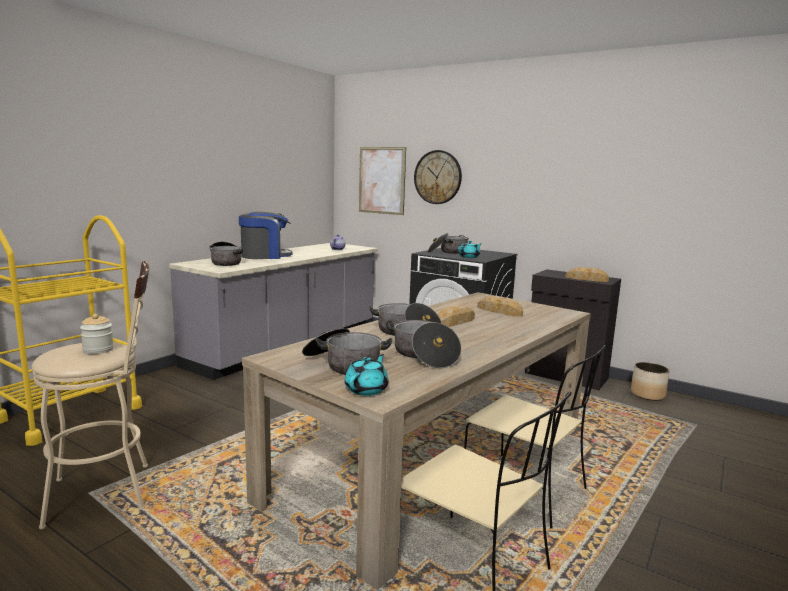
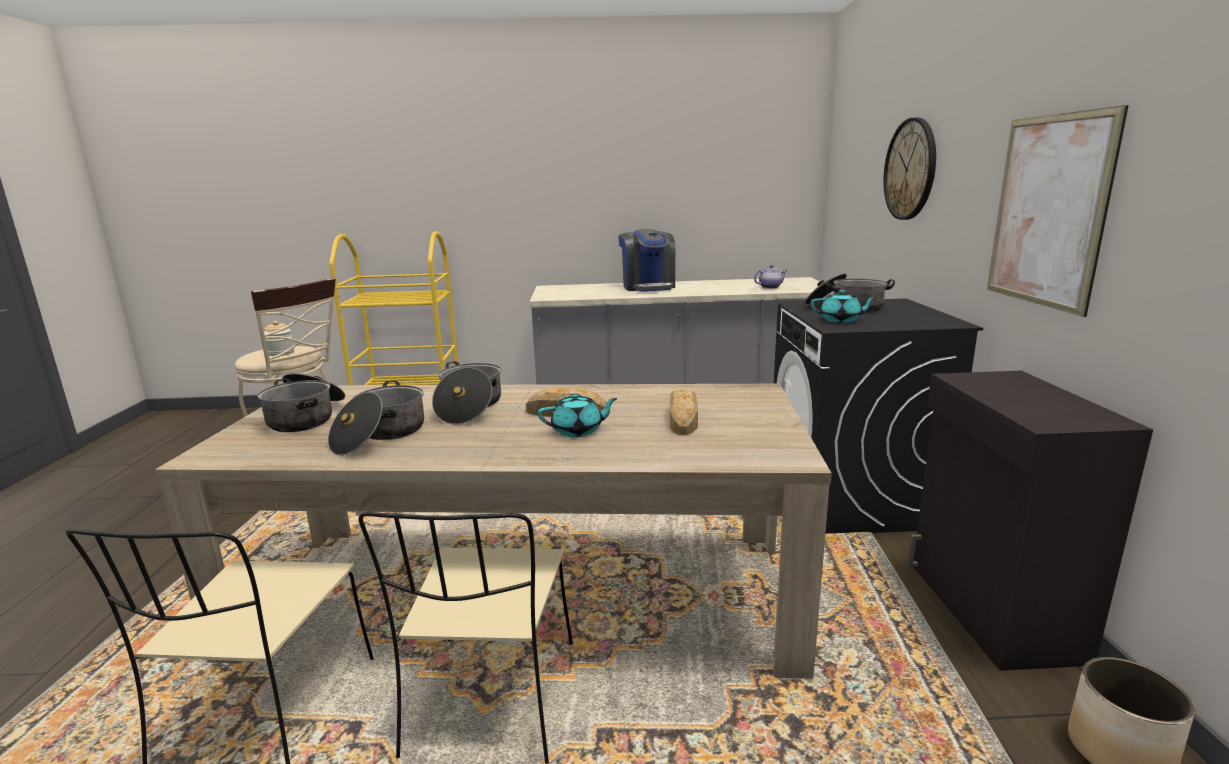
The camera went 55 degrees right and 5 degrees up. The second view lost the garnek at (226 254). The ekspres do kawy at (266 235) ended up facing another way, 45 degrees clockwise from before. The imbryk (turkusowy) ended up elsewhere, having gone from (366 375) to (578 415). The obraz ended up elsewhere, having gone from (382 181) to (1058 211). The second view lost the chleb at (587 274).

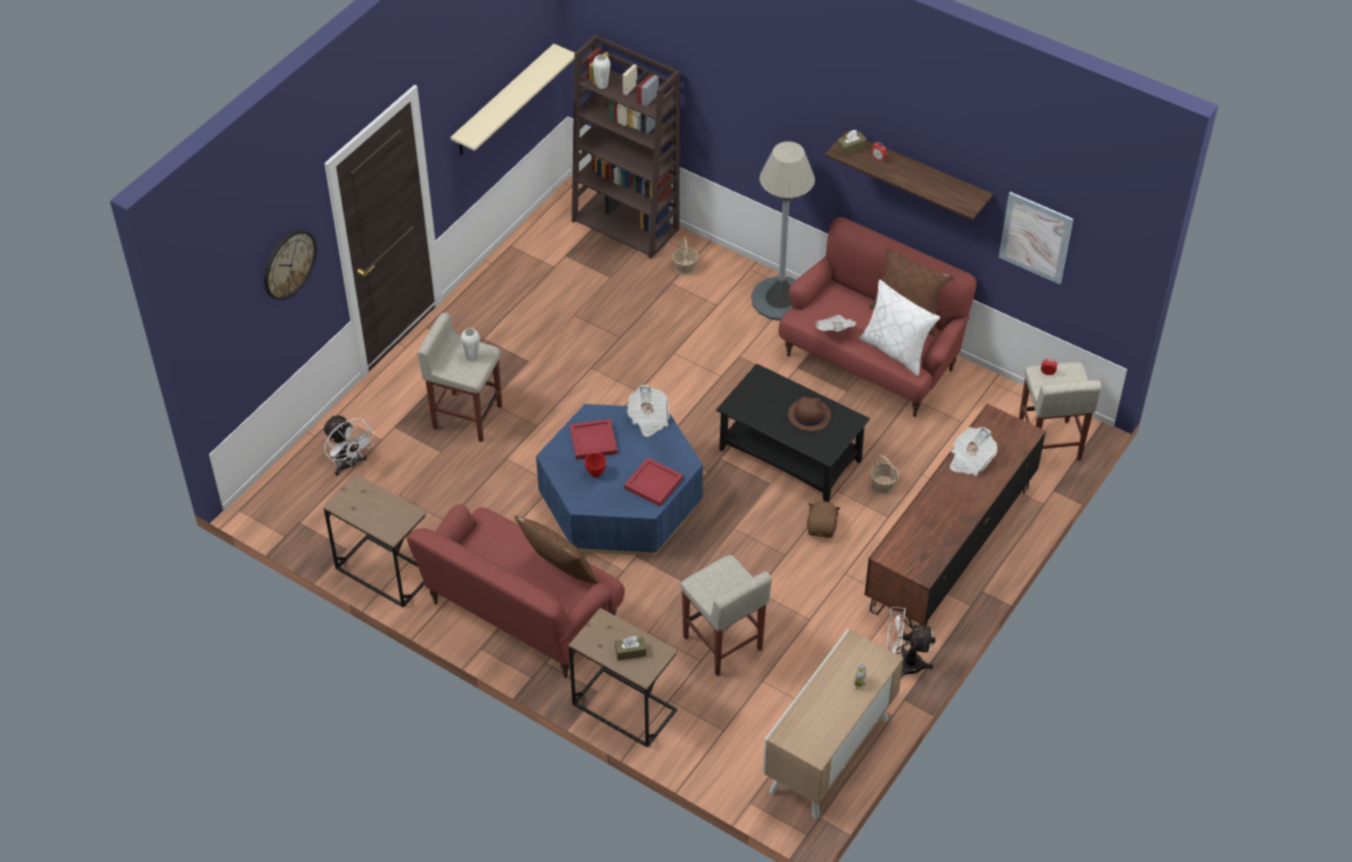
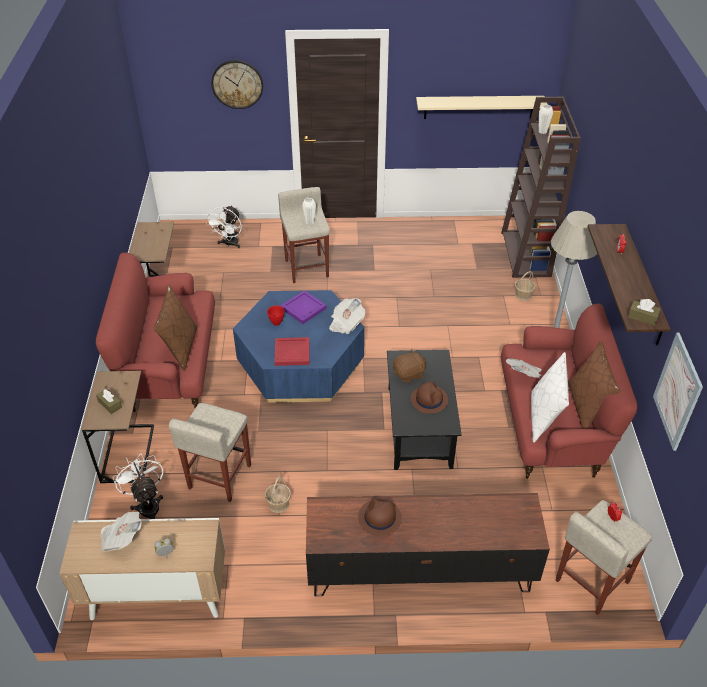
The camera went 55 degrees right and 5 degrees down. What was the taca (czerwony) at (594 439) turned into the taca (fioletowy) at (304 307). The pluszak (brązowy) ended up elsewhere, having gone from (824 519) to (410 366). The pudełko chusteczek (brązowy) ended up elsewhere, having gone from (852 143) to (644 312). The koszyk ended up elsewhere, having gone from (884 475) to (278 494). The wentylator (biały) ended up elsewhere, having gone from (911 642) to (138 486). The gazeta ended up elsewhere, having gone from (973 451) to (121 531). The second view gained the kapelusz (brązowy) at (380 517).

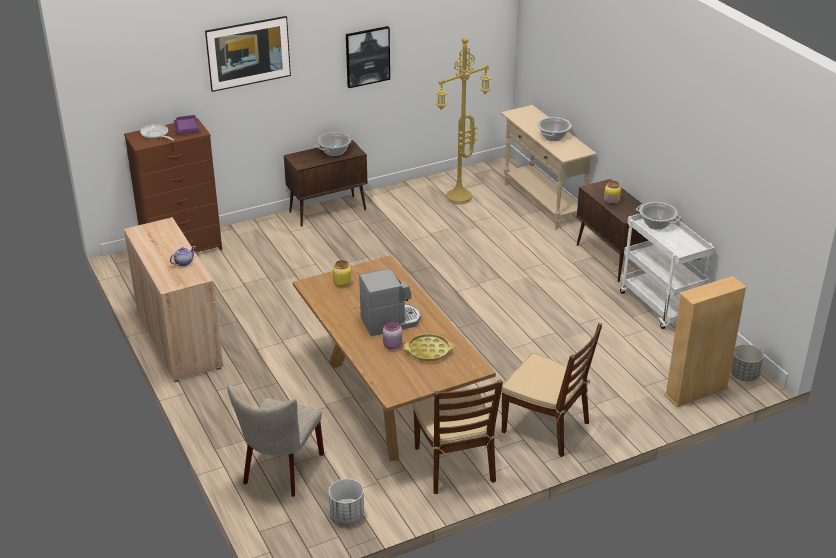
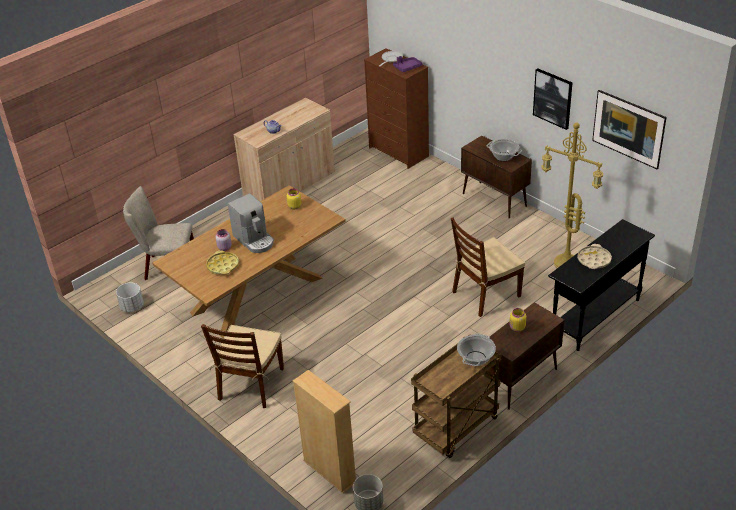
The camera went 75 degrees right and 5 degrees up. The obraz ended up elsewhere, having gone from (248 54) to (629 129). The krzesło (brązowy) ended up elsewhere, having gone from (457 436) to (488 267). What was the stolik konsolowy (beżowy) at (549 167) turned into the stolik konsolowy (czarny) at (601 285). Where the garnek stood at (554 129), the taca (beżowy) came to stand at (594 256). What was the wózek (biały) at (667 271) turned into the wózek (brązowy) at (456 396).

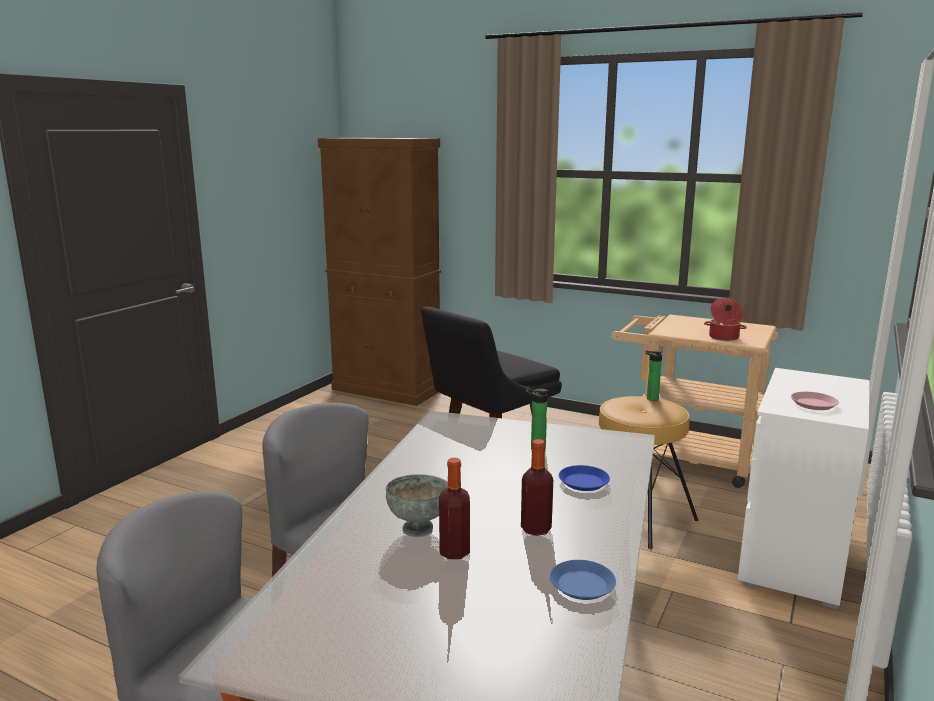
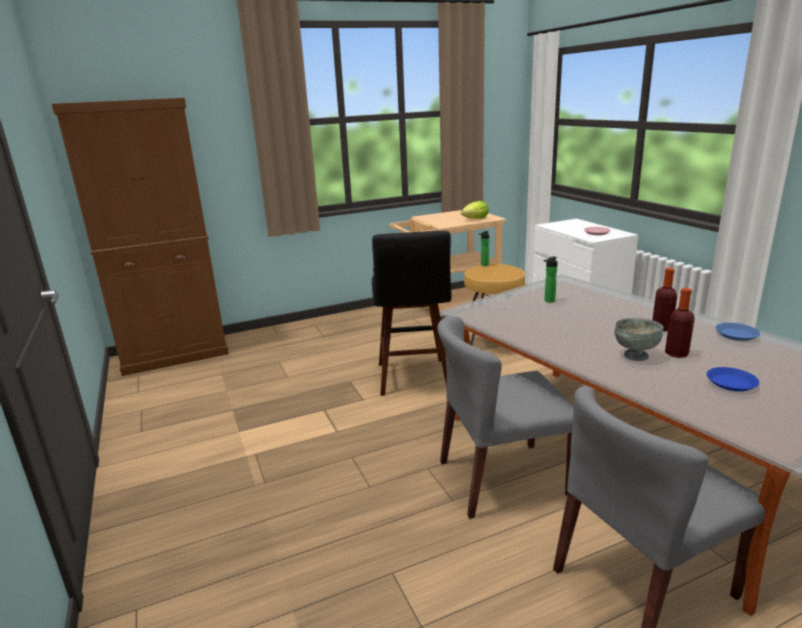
The camera went 50 degrees left and 5 degrees up. The talerz (niebieski) ended up elsewhere, having gone from (584 478) to (733 379). Where the garnek stood at (725 319), the sałata came to stand at (475 210).

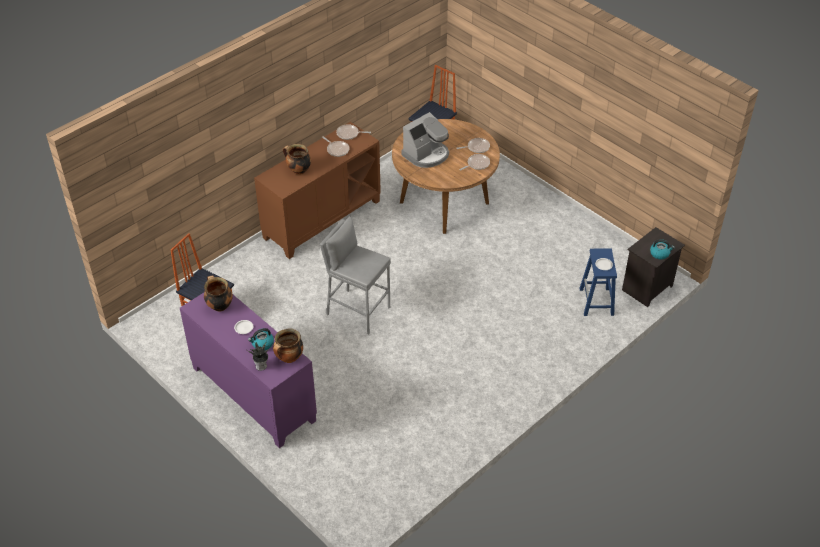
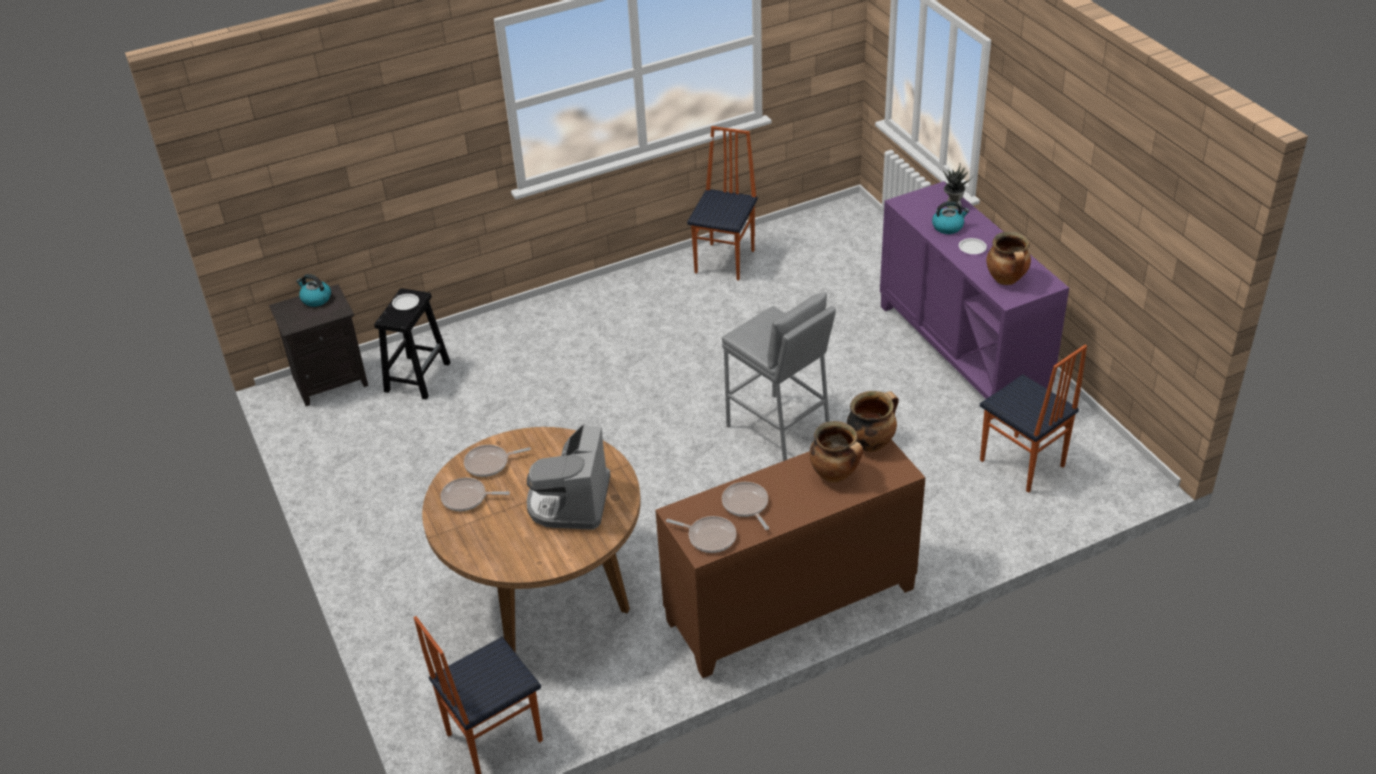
The camera went 160 degrees left and 5 degrees down. The garnek ended up elsewhere, having gone from (288 345) to (873 421). The ekspres do kawy at (425 140) ended up facing another way, 60 degrees counterclockwise from before. What was the stołek (niebieski) at (598 282) turned into the stołek (czarny) at (412 344). The second view gained the krzesło at (722 203).

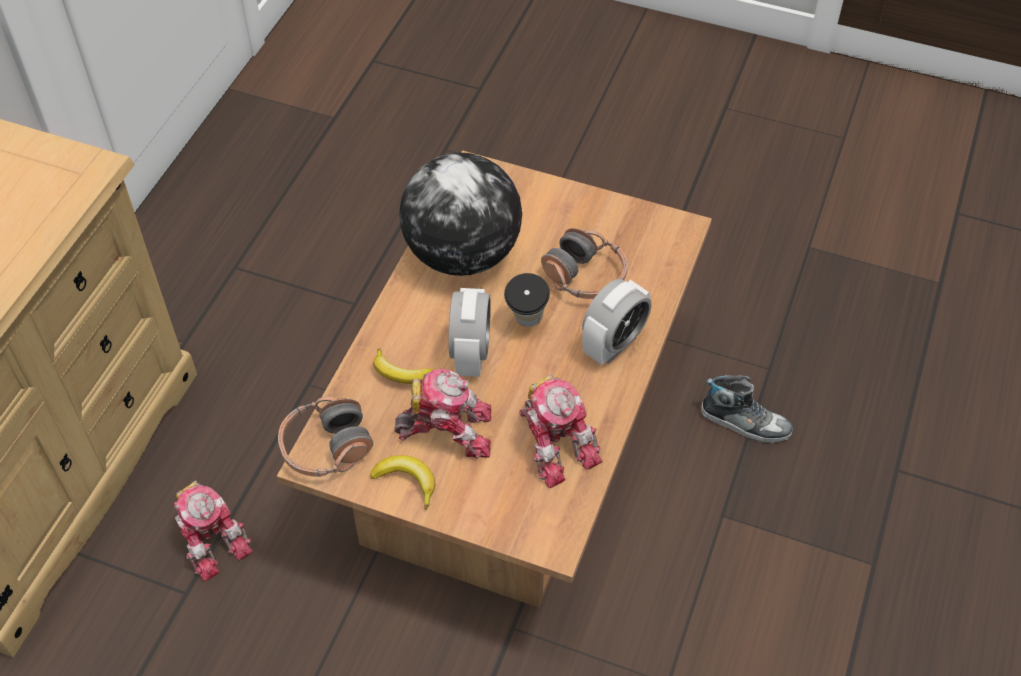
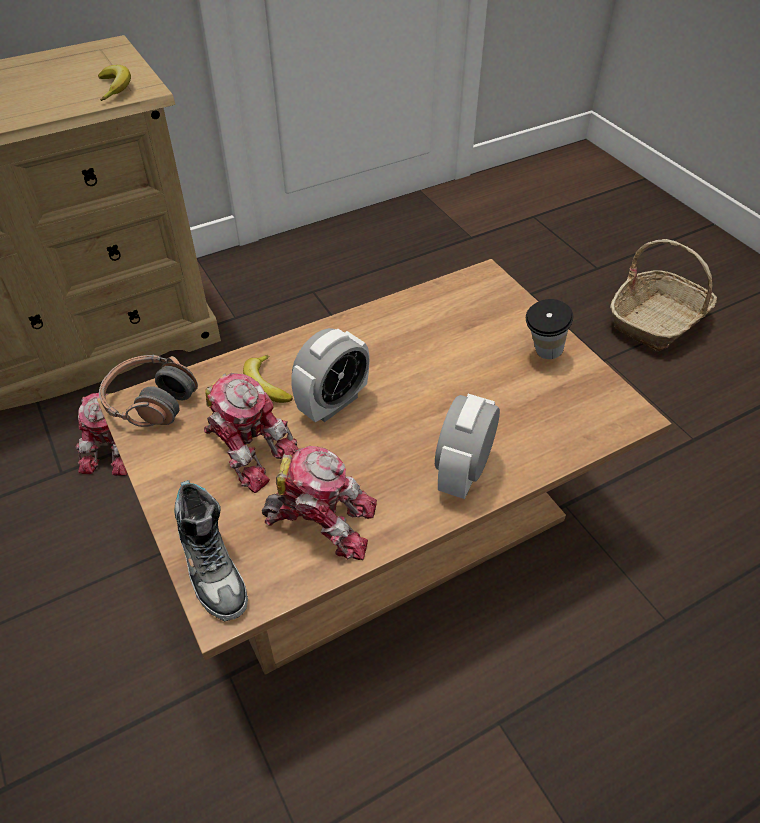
The camera went 40 degrees right and 5 degrees down. The banan ended up elsewhere, having gone from (402 482) to (114 83). The second view lost the globus at (461 214). The filiżanka ended up elsewhere, having gone from (527 300) to (549 329). The robot zabawkowy at (561 431) ended up facing another way, 90 degrees counterclockwise from before. The second view lost the słuchawki at (584 263). The budzik at (616 322) ended up facing another way, 120 degrees clockwise from before. The but ended up elsewhere, having gone from (747 409) to (211 550). The second view gained the koszyk at (663 295).

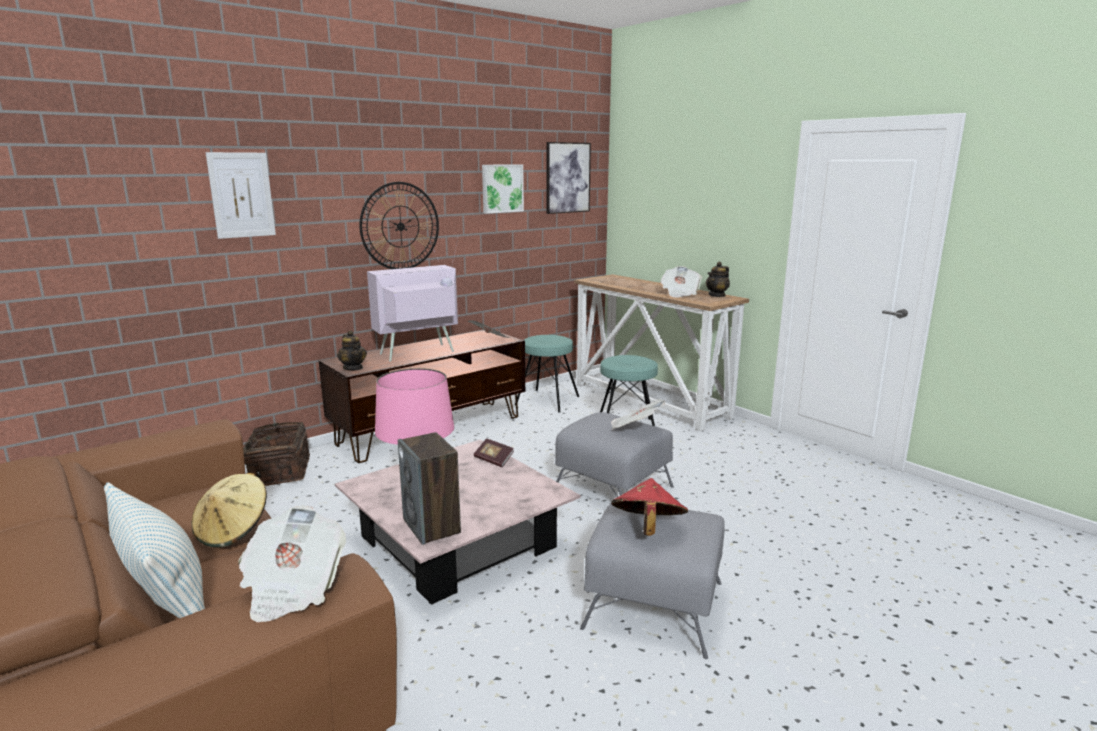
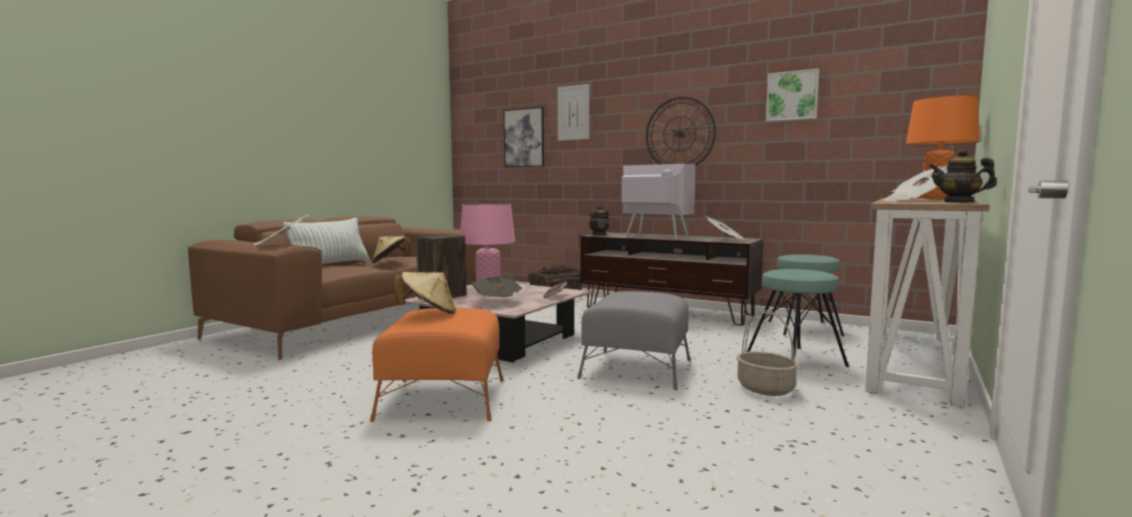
The camera went 70 degrees right and 10 degrees down. The obraz ended up elsewhere, having gone from (569 178) to (524 137). What was the pufa (szary) at (652 580) turned into the pufa (pomarańczowy) at (437 365). The gazeta ended up elsewhere, having gone from (638 414) to (496 287). What was the kapelusz (czerwony) at (649 507) turned into the kapelusz (beżowy) at (425 293). The second view gained the koszyk at (767 353). The second view gained the lampa stołowa (pomarańczowy) at (943 147).

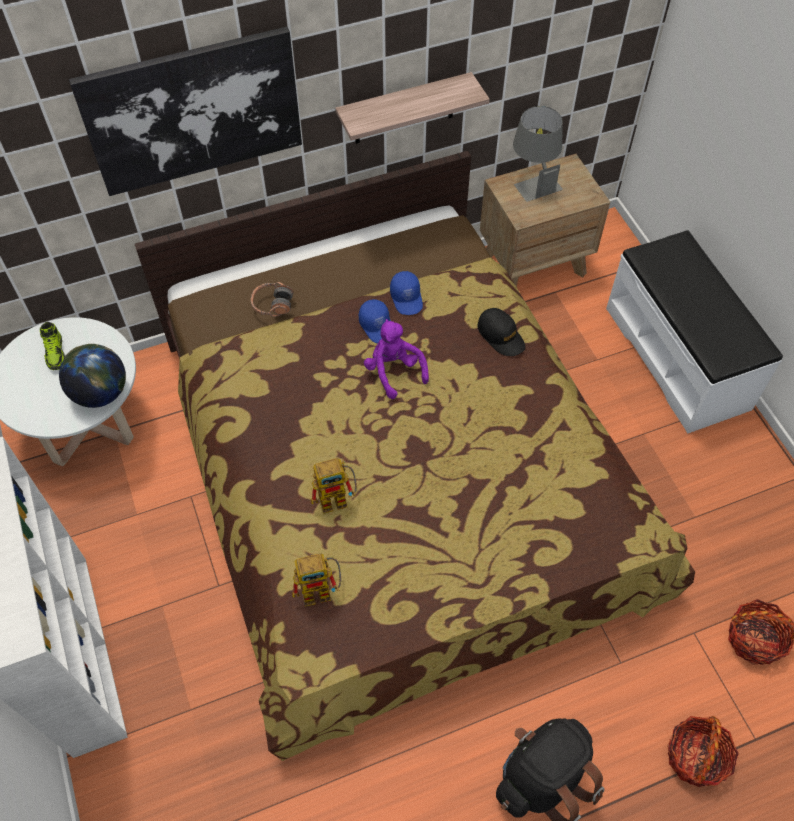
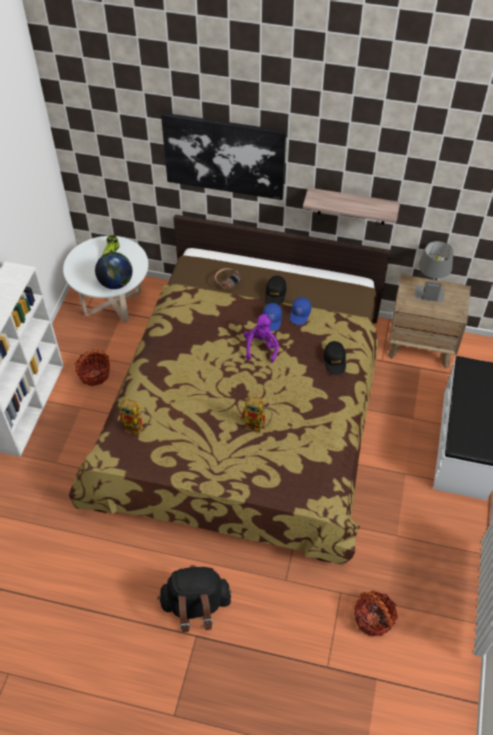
The camera went 35 degrees right and 5 degrees down. The robot zabawkowy ended up elsewhere, having gone from (334 486) to (256 414). The koszyk ended up elsewhere, having gone from (703 751) to (92 367). The second view gained the czapka z daszkiem (czarny) at (276 290).

